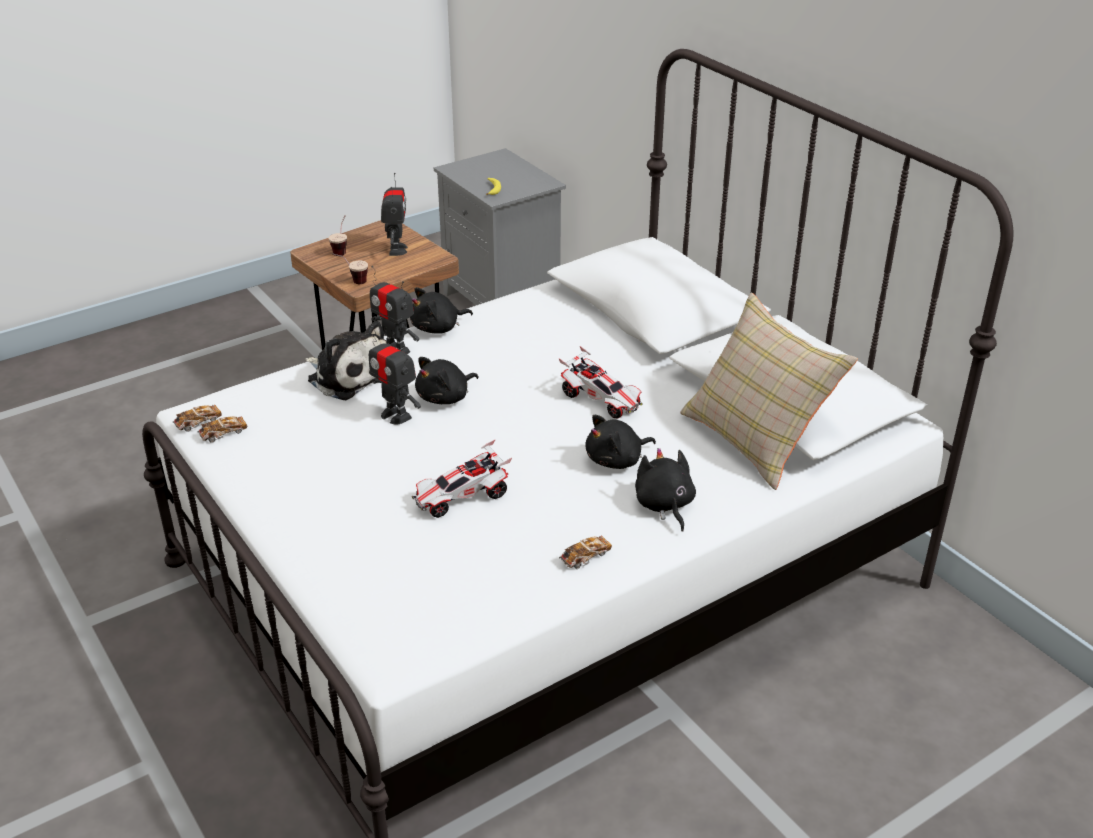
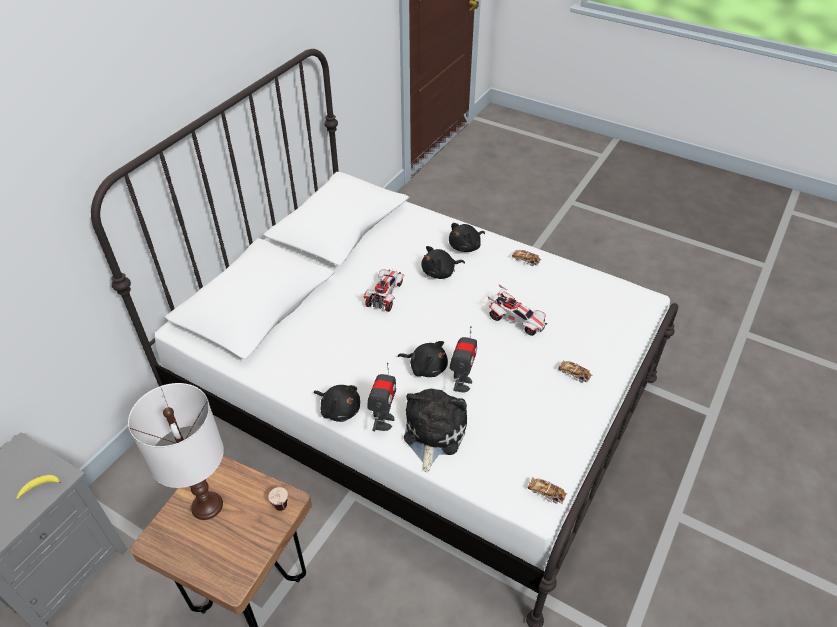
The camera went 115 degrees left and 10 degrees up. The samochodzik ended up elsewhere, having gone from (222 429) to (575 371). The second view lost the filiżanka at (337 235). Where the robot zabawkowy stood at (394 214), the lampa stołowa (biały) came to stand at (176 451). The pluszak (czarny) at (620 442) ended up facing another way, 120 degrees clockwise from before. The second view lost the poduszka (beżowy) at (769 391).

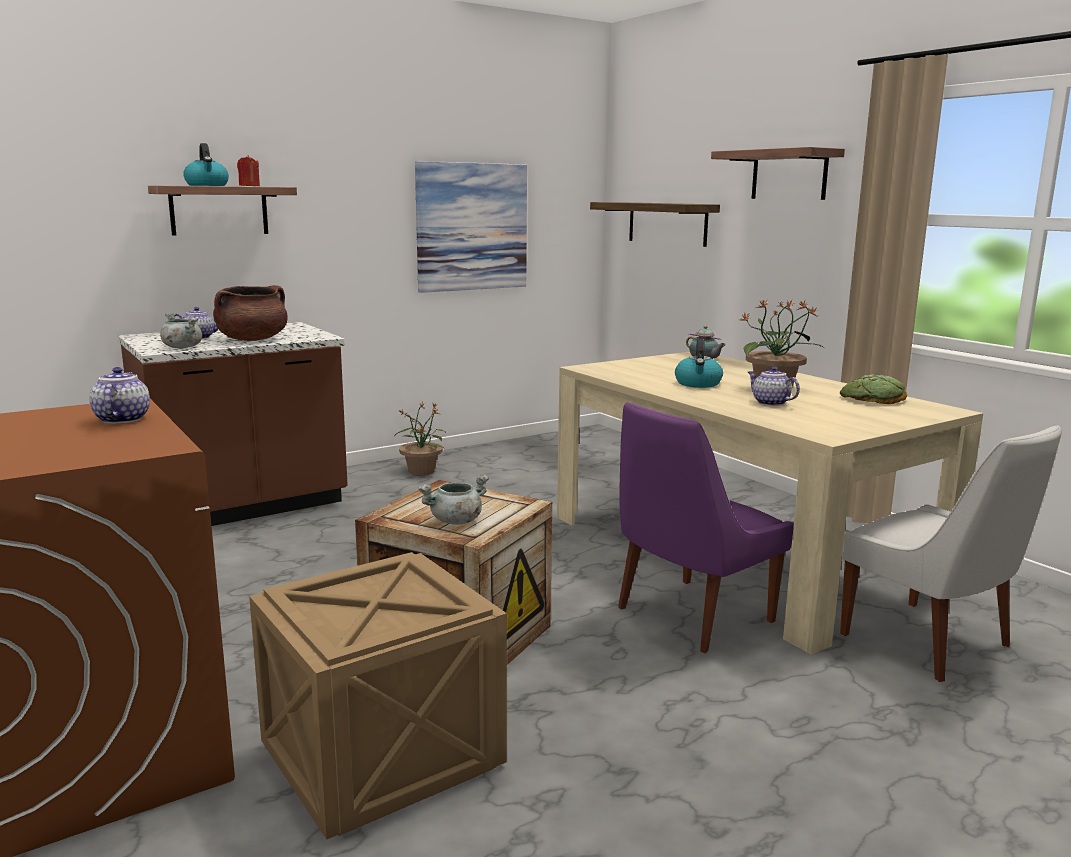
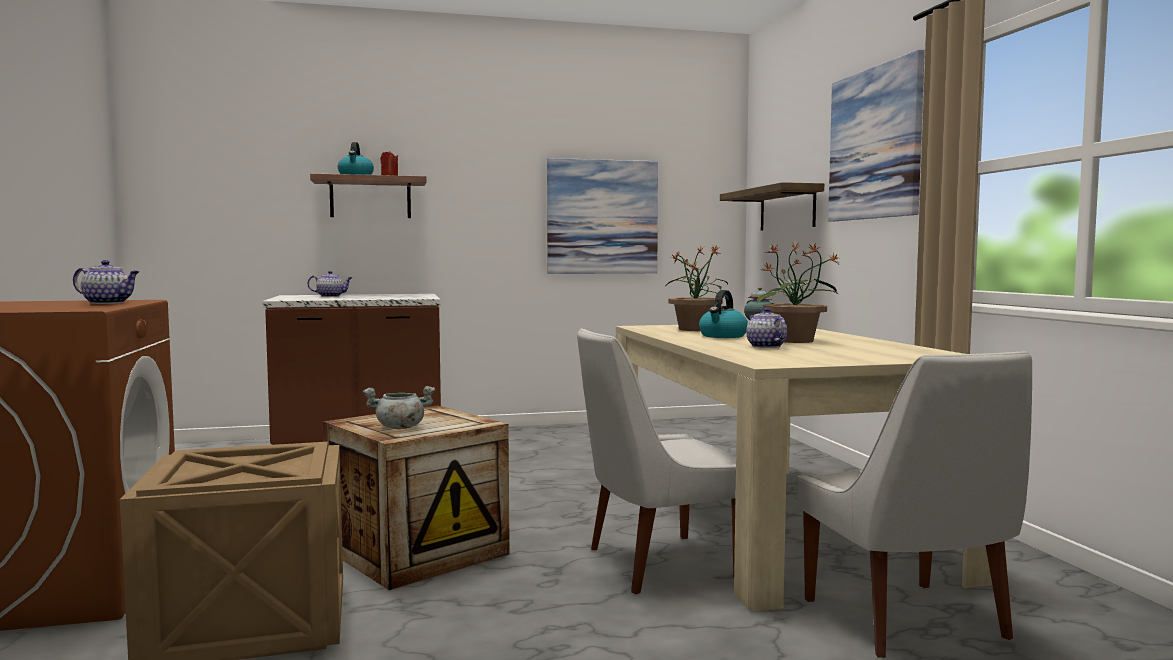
The camera went 20 degrees right and 10 degrees down. The imbryk at (119 395) ended up facing another way, 90 degrees clockwise from before. The second view lost the garnek (szary) at (181 330). The second view lost the garnek (brązowy) at (250 313). The roślina doniczkowa ended up elsewhere, having gone from (420 438) to (697 288). What was the krzesło (fioletowy) at (706 527) turned into the krzesło (biały) at (656 461). Where the półka hung at (778 173), the obraz came to hang at (876 135). The second view lost the chleb at (873 389).

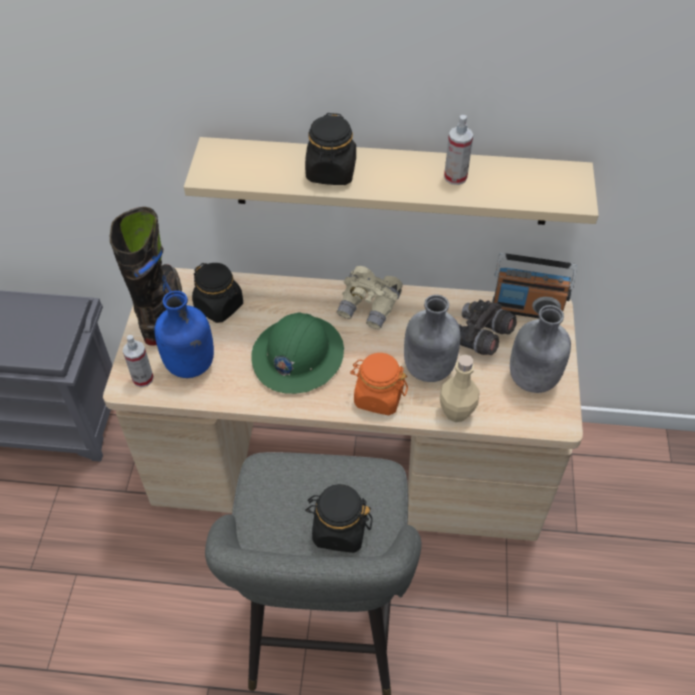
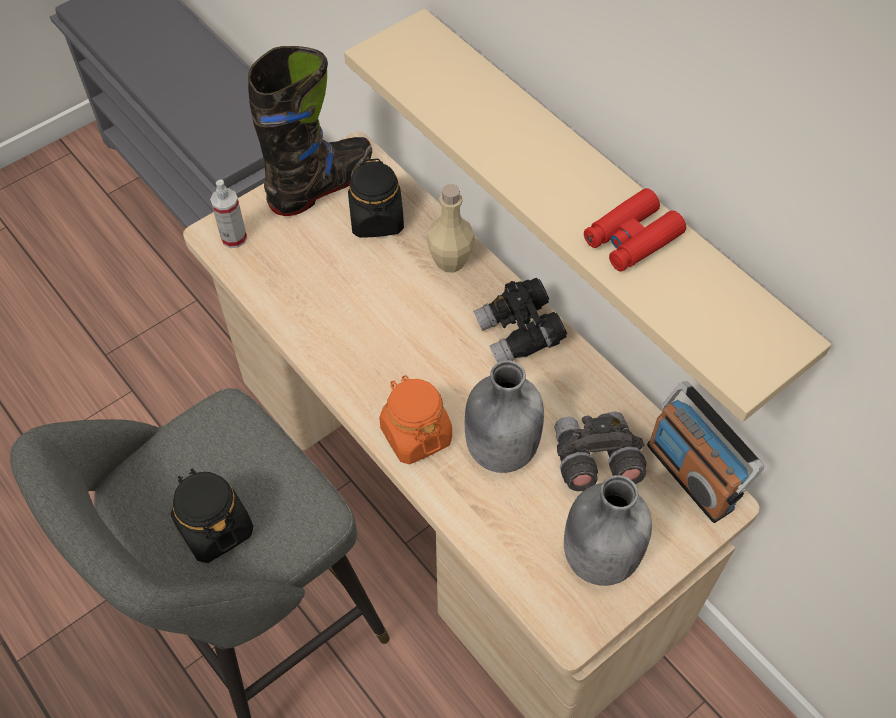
The camera went 45 degrees right and 5 degrees up. The second view lost the butelka (niebieski) at (184 334). The second view lost the kask (zielony) at (297 353). The second view lost the słoik (czarny) at (330 149). What was the lornetka (beżowy) at (370 297) turned into the lornetka (czarny) at (520 320). The butelka (beżowy) ended up elsewhere, having gone from (459 388) to (450 228). Where the spryskiwacz stood at (458 150), the lornetka (czerwony) came to stand at (635 229).

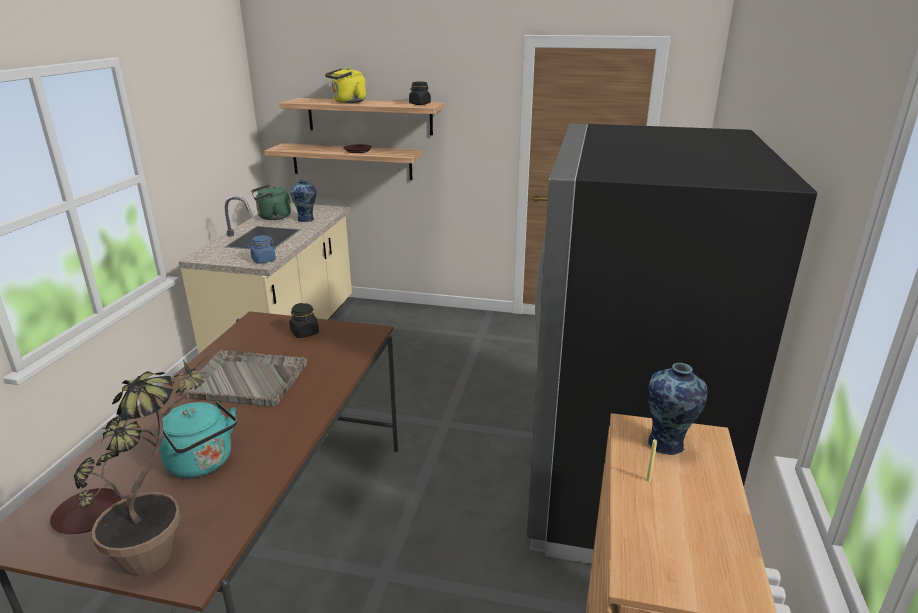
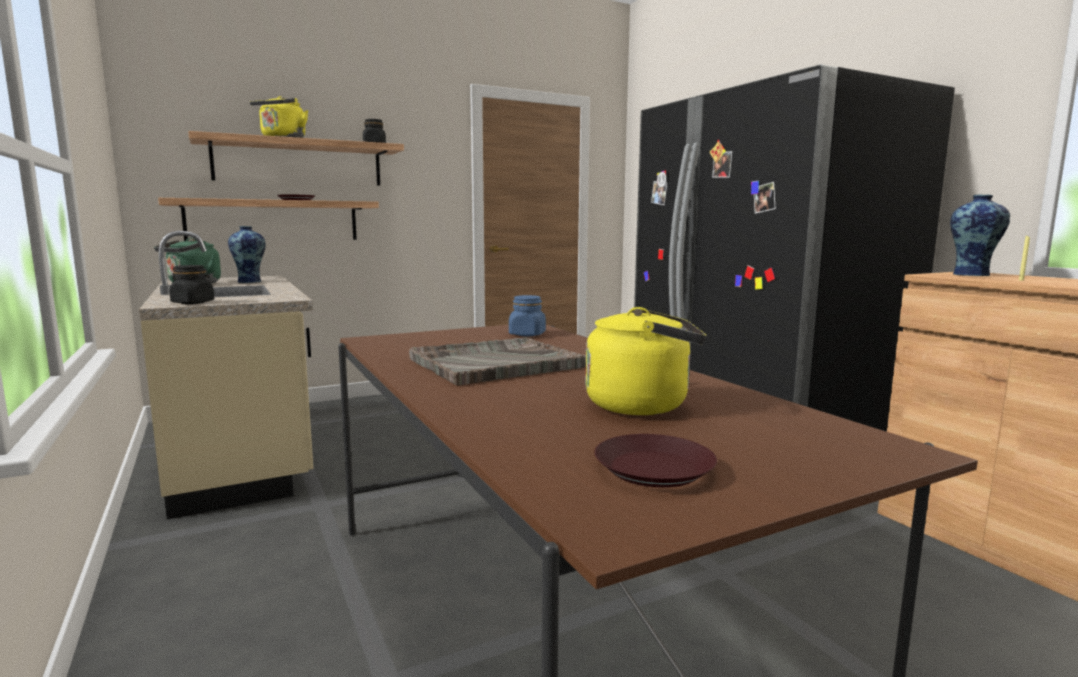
The camera went 40 degrees left and 15 degrees down. The second view lost the roślina doniczkowa at (141 465). What was the czajnik (turkusowy) at (197 439) turned into the czajnik (żółty) at (645 361). The słoik (niebieski) ended up elsewhere, having gone from (262 249) to (527 315). The słoik (czarny) ended up elsewhere, having gone from (304 320) to (191 284).

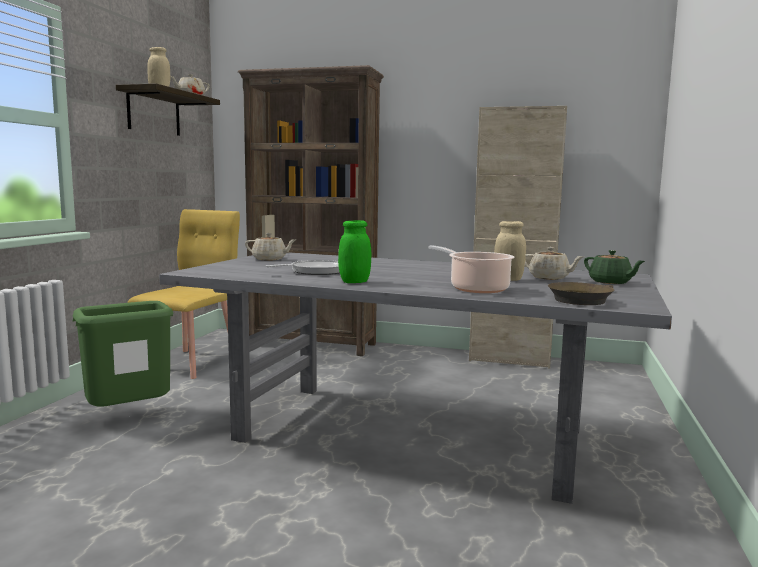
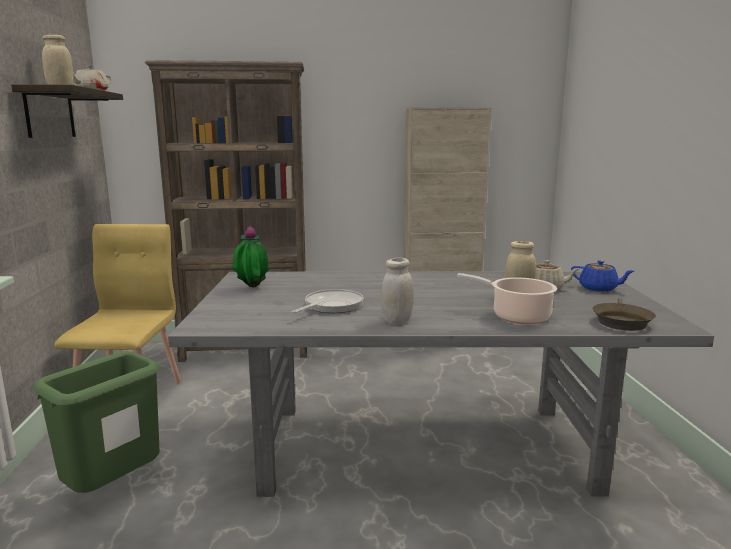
The camera went 20 degrees left and 5 degrees up. Where the imbryk (beżowy) stood at (270 246), the roślina doniczkowa came to stand at (250 257). What was the słoik (zielony) at (354 251) turned into the słoik (biały) at (397 291). What was the imbryk (zielony) at (614 267) turned into the imbryk (niebieski) at (602 276).

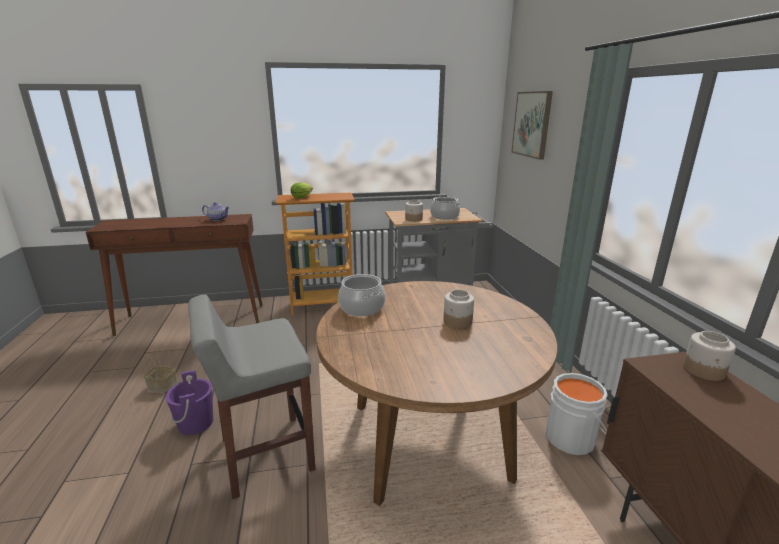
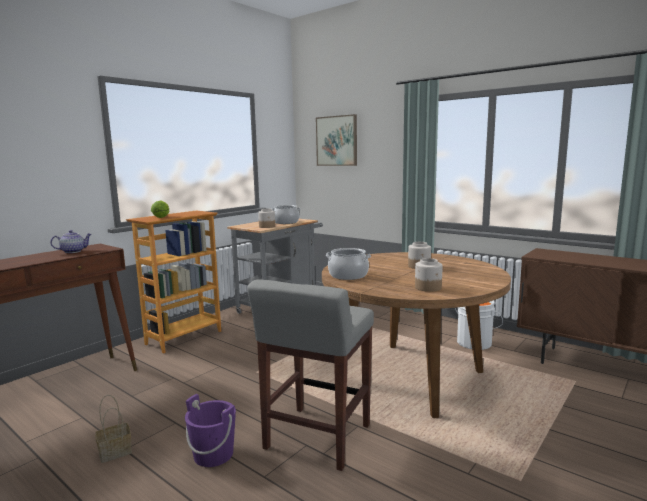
The camera went 40 degrees left and 10 degrees down. The słoik ended up elsewhere, having gone from (709 356) to (429 275).

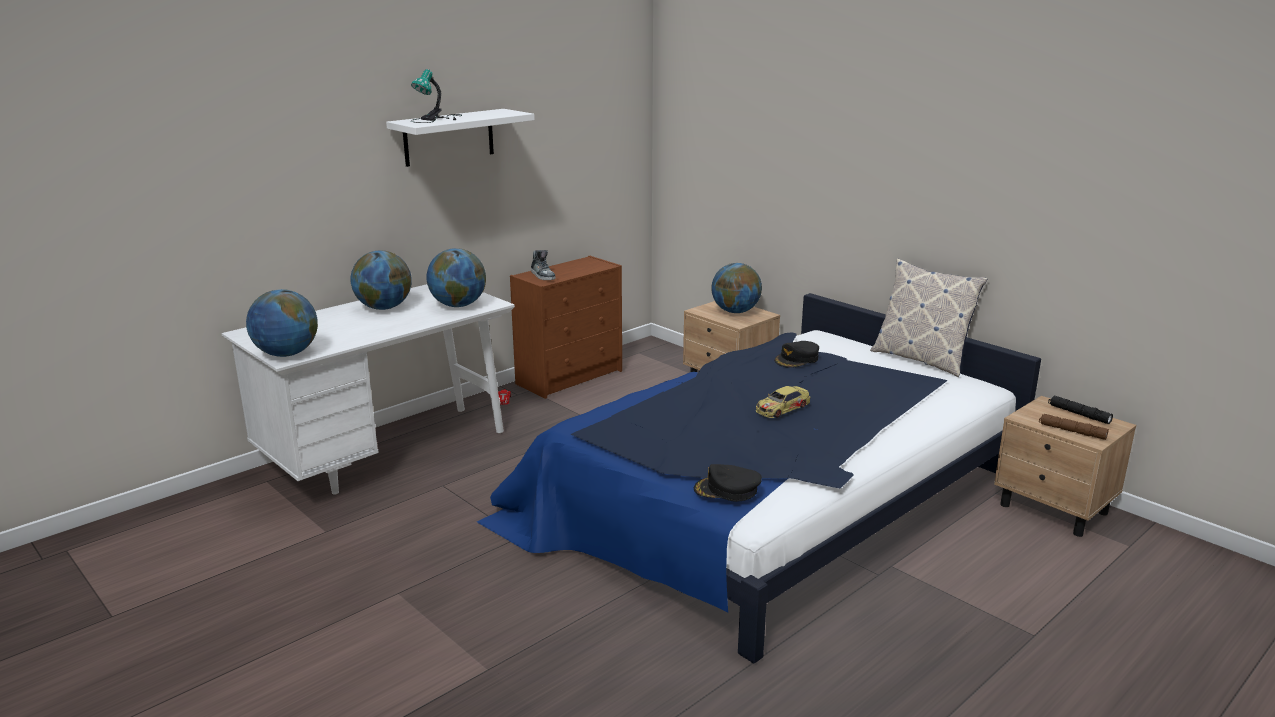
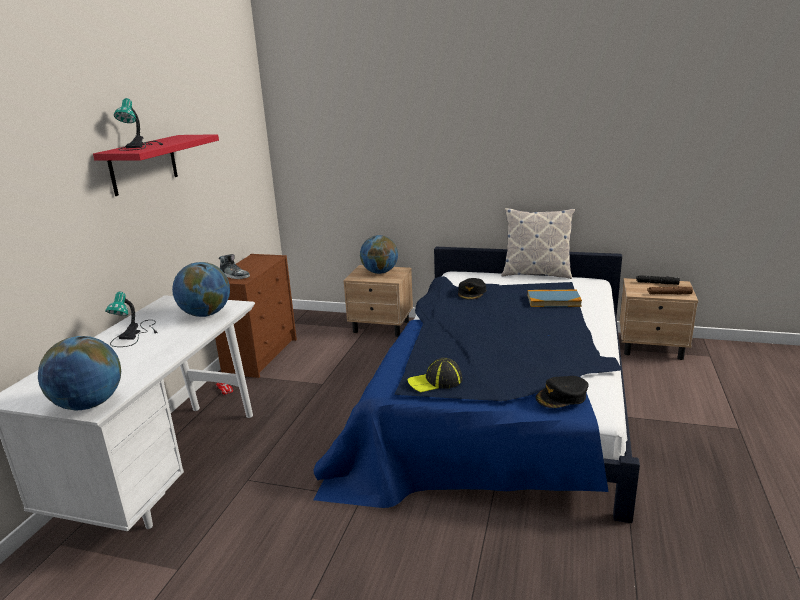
The camera went 30 degrees left and 0 degrees up. Where the globus stood at (381 280), the lampa stołowa came to stand at (131 319). What was the półka (biały) at (460 138) turned into the półka (czerwony) at (156 165). The second view lost the samochodzik at (783 402). The second view gained the czapka z daszkiem at (435 375). The second view gained the książka at (554 298).

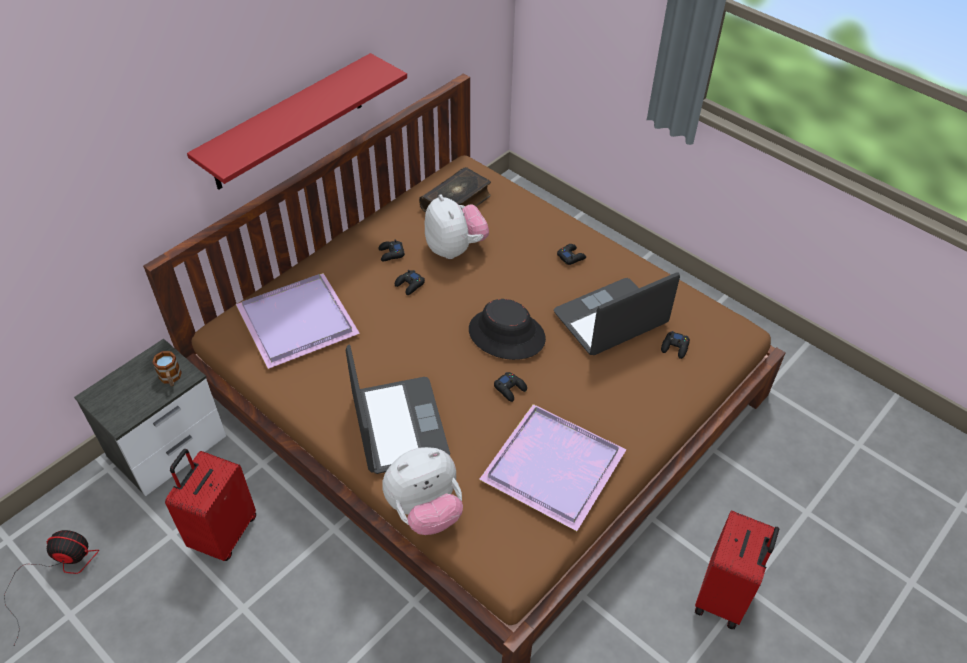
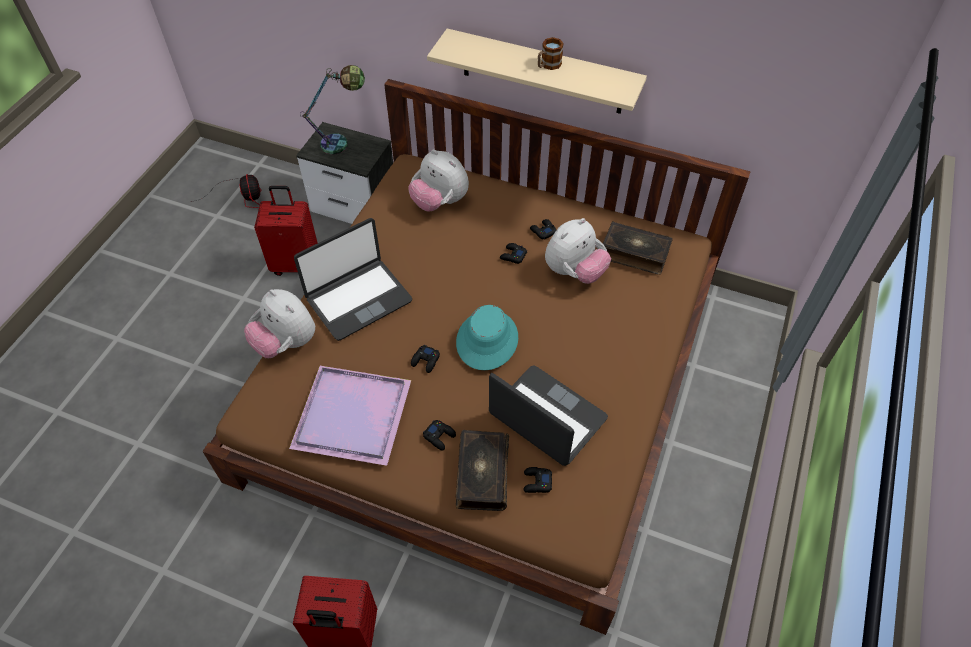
The camera went 70 degrees right and 5 degrees up. The kubek ended up elsewhere, having gone from (167 369) to (551 53). What was the półka (czerwony) at (297 121) turned into the półka (beżowy) at (537 71). Where the taca (fioletowy) stood at (298 321), the pluszak came to stand at (438 180). What was the kapelusz (czarny) at (507 329) turned into the kapelusz (turkusowy) at (487 337). The pad do gier (czarny) ended up elsewhere, having gone from (571 254) to (439 435). The second view gained the lampa stołowa at (332 109). The second view gained the książka at (482 470).

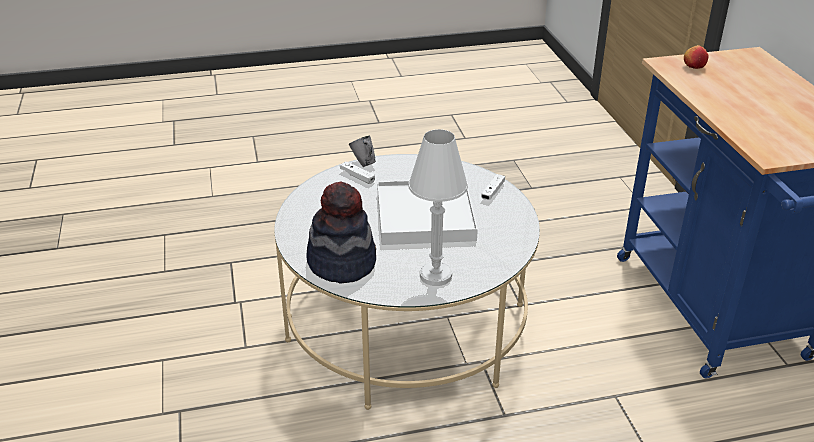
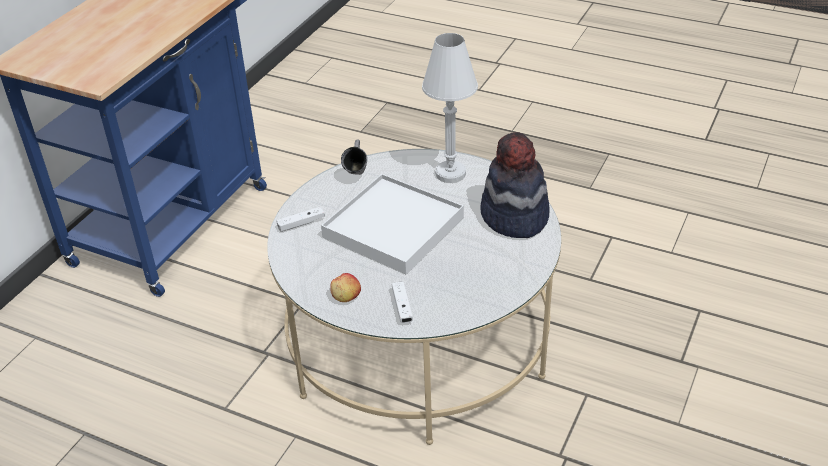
The camera went 140 degrees left and 5 degrees up. The kubek (szary) ended up elsewhere, having gone from (362 151) to (354 157). The jabłko ended up elsewhere, having gone from (696 57) to (345 287).

